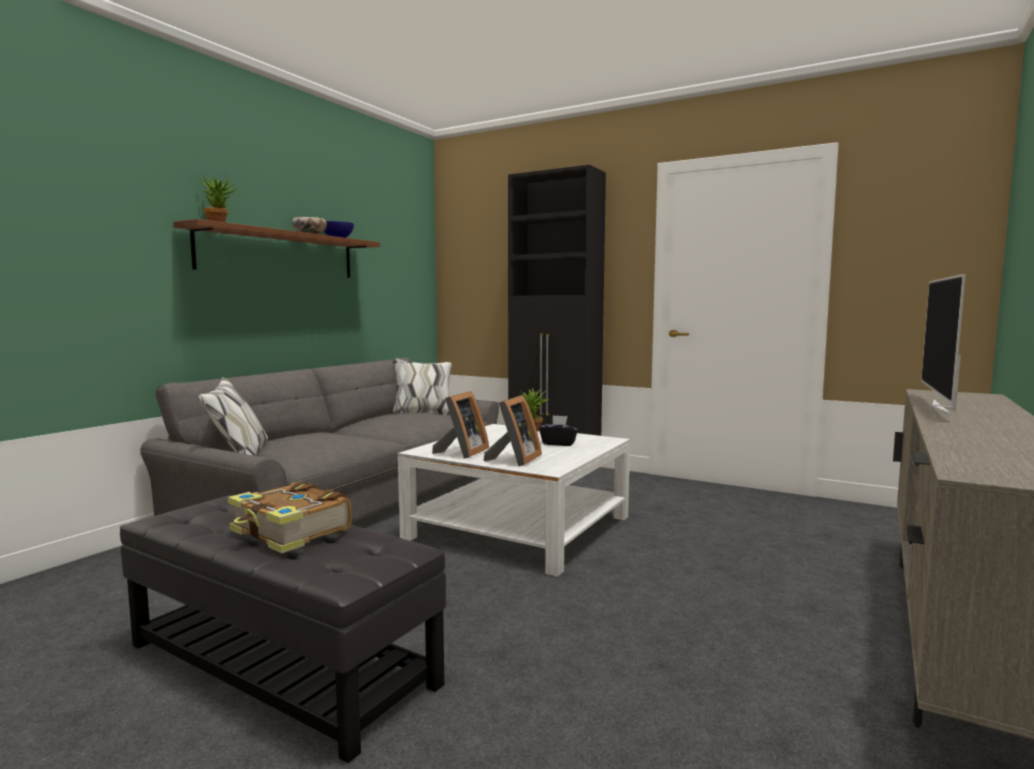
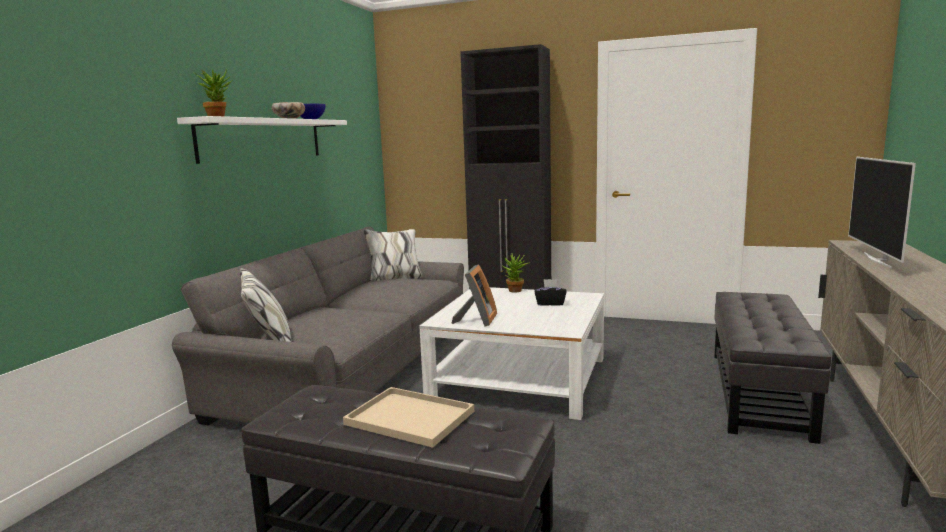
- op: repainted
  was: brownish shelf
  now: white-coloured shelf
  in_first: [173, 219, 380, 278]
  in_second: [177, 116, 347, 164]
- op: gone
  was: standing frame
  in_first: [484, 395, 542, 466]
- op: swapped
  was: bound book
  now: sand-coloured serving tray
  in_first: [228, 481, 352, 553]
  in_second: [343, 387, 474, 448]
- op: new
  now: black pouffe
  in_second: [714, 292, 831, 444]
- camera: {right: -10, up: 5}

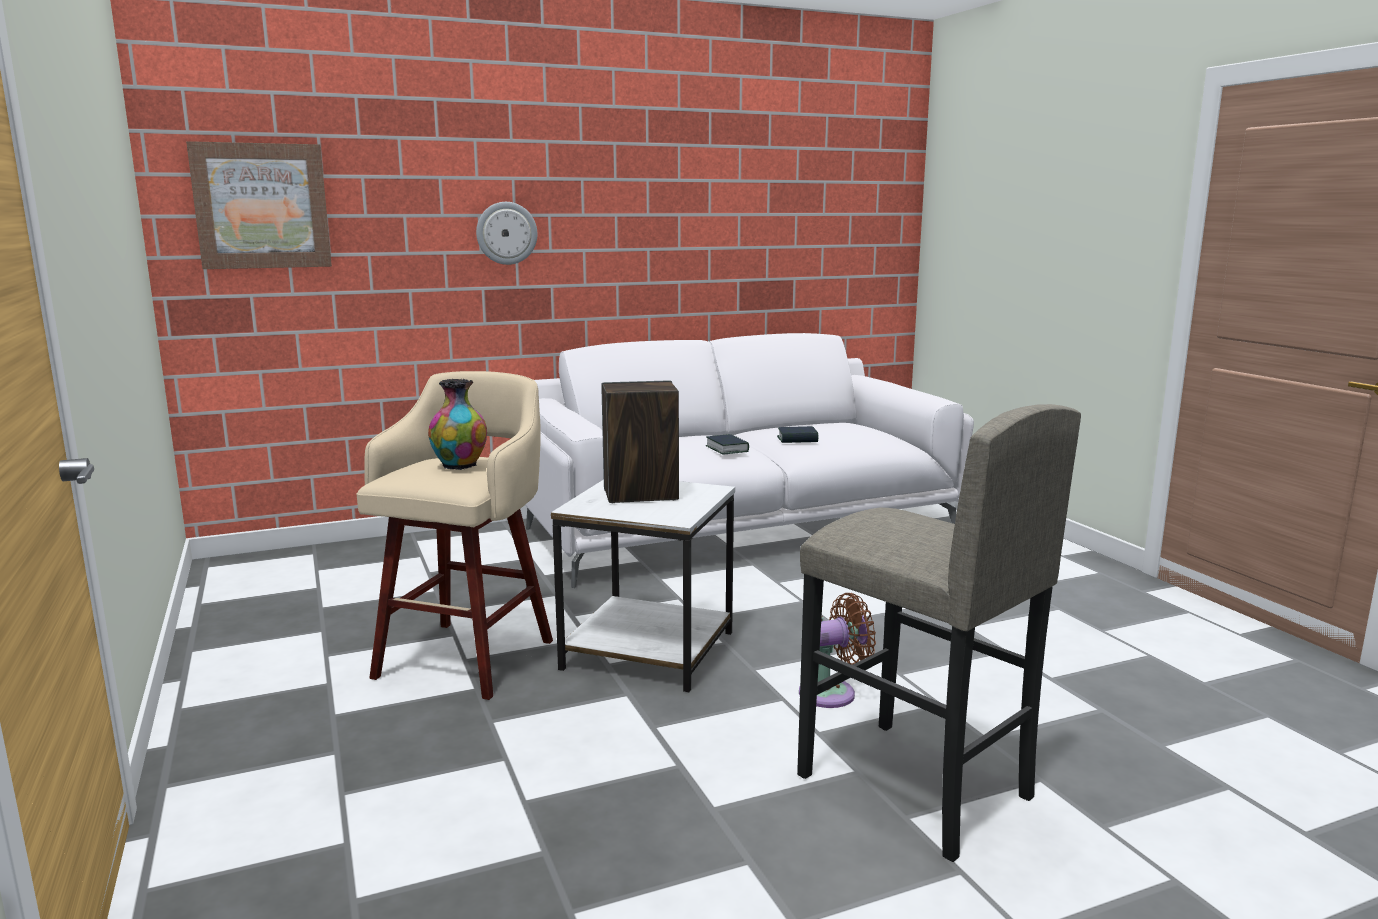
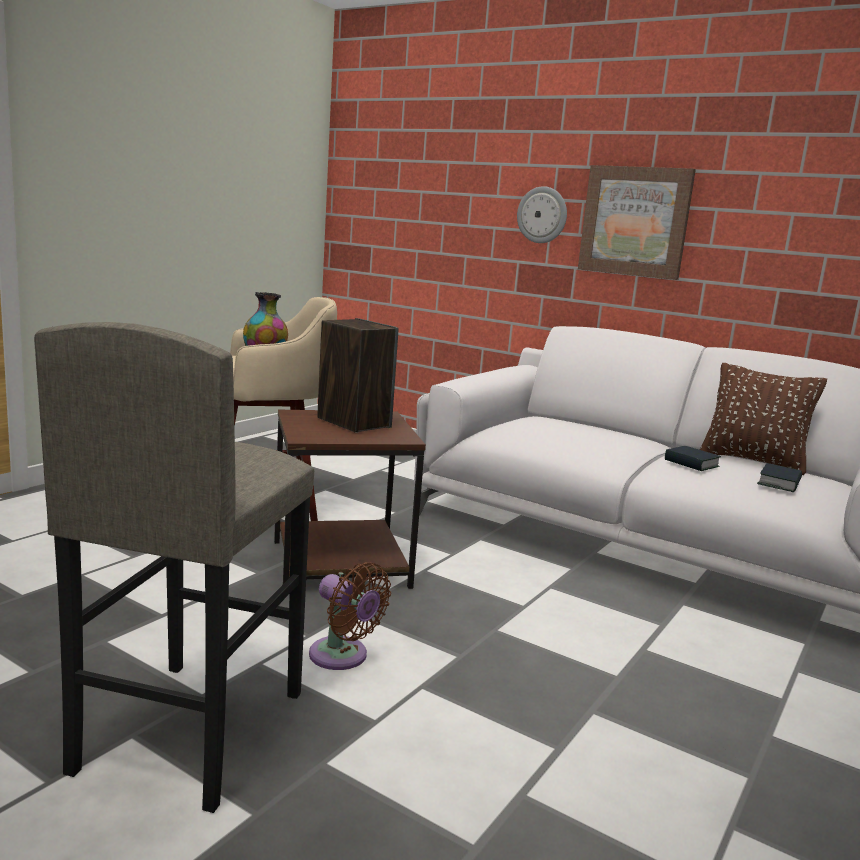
- op: shifted
  was: picture
  in_first: [186, 141, 332, 269]
  in_second: [578, 165, 696, 280]
- op: shifted
  was: bound book
  in_first: [706, 434, 749, 454]
  in_second: [757, 463, 802, 492]
- op: repainted
  was: white-coloured end table
  now: brownish end table
  in_first: [551, 480, 735, 692]
  in_second: [274, 410, 426, 589]
- op: new
  now: brownish throw pillow
  in_second: [700, 363, 827, 475]
- camera: {right: 55, up: 0}

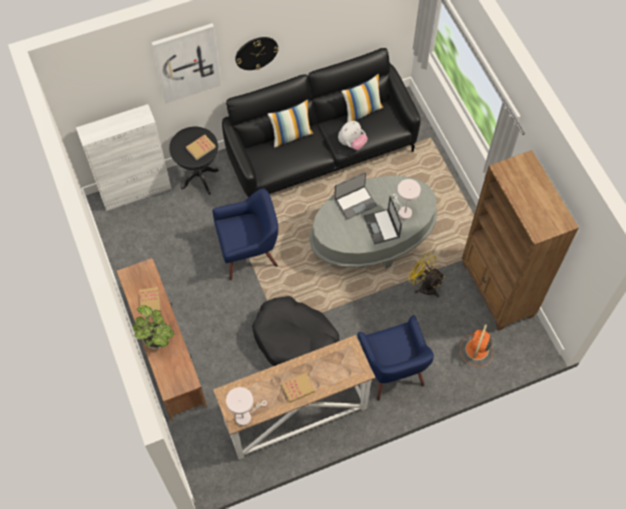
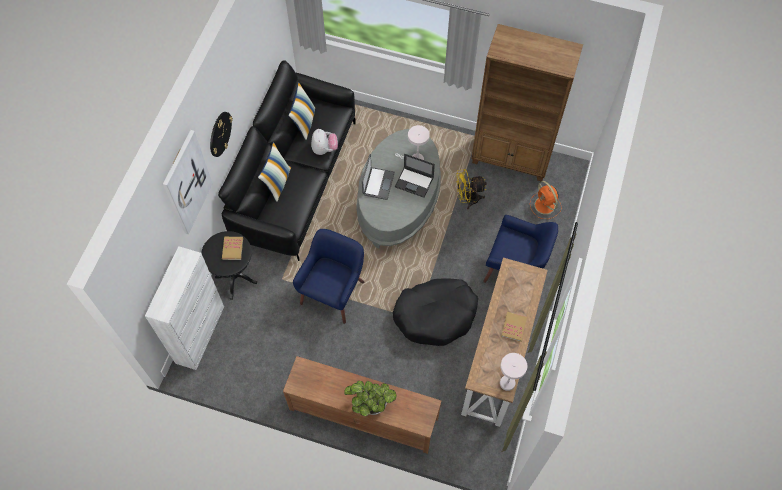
- op: gone
  was: bound book
  in_first: [139, 287, 161, 311]
- camera: {right: -50, up: 0}

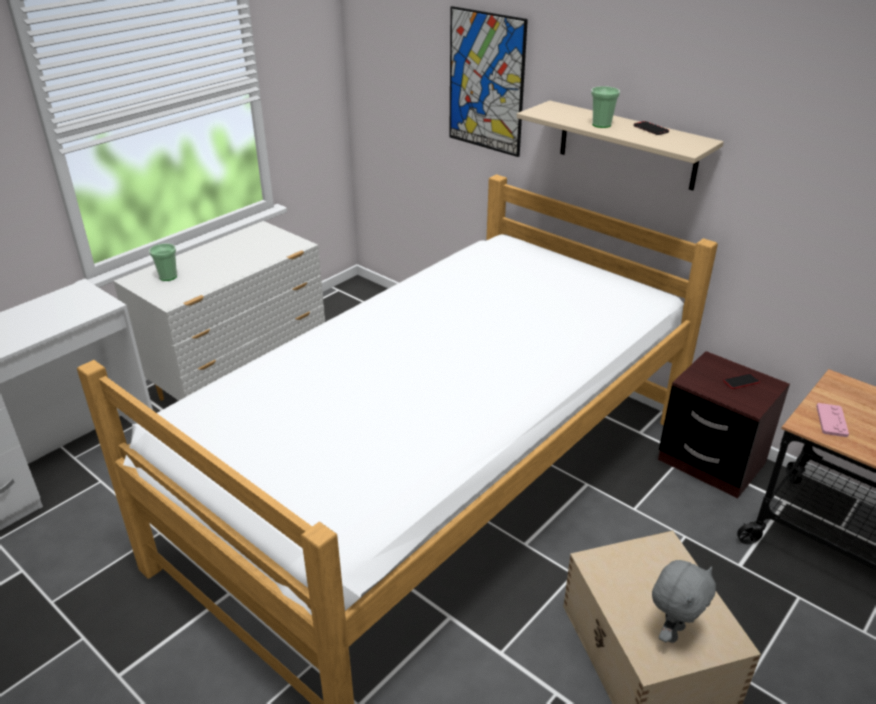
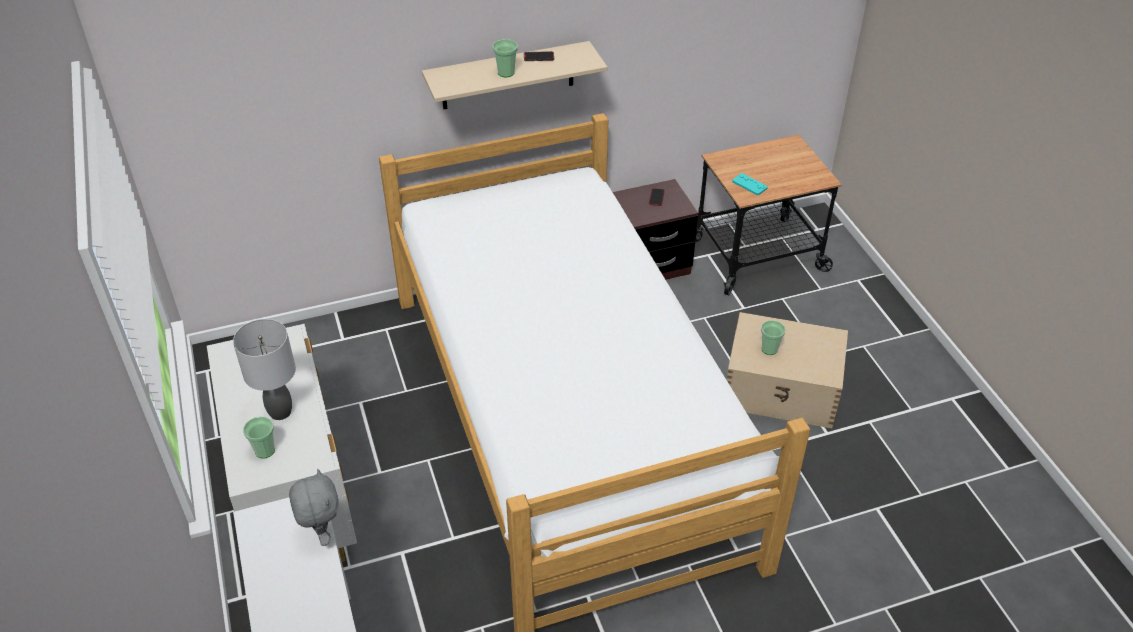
- op: gone
  was: picture
  in_first: [449, 6, 528, 157]
- op: repainted
  was: pink gamepad
  now: turquoise-coloured gamepad
  in_first: [816, 403, 849, 437]
  in_second: [732, 173, 768, 195]
- op: shifted
  was: grey cuddly toy
  in_first: [652, 560, 716, 643]
  in_second: [289, 469, 339, 546]
- op: new
  now: grey lamp for a table
  in_second: [233, 319, 296, 420]
- op: new
  now: small cup
  in_second: [761, 320, 786, 355]
- camera: {right: -60, up: 10}

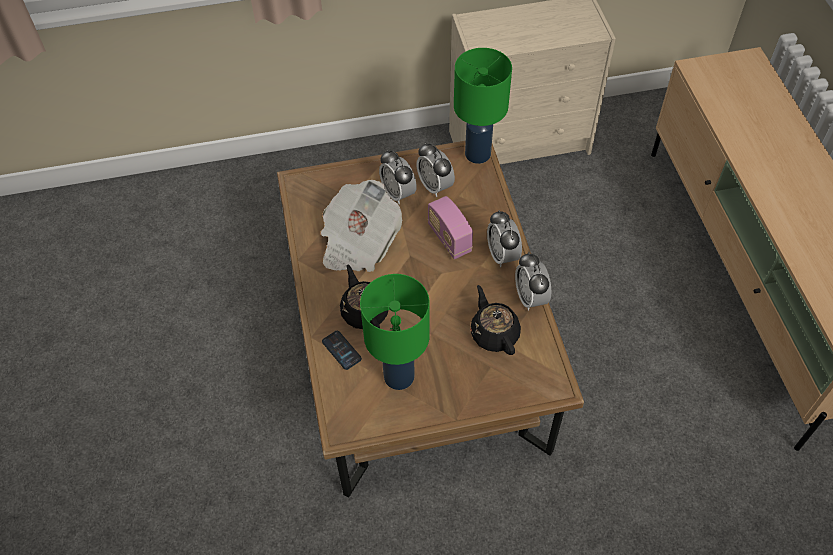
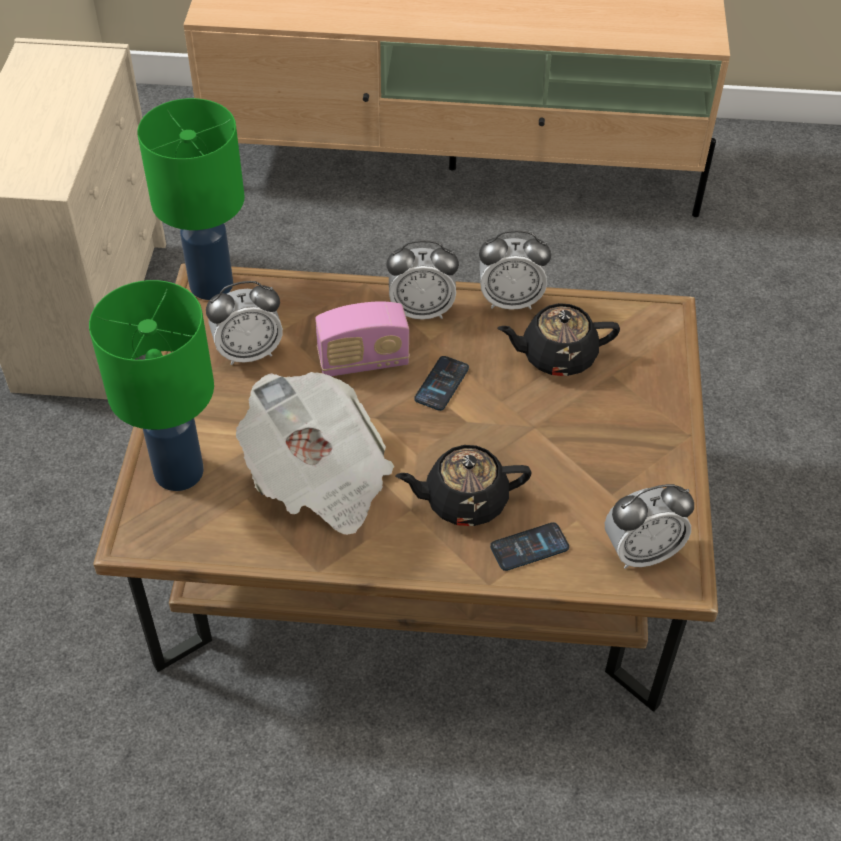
- op: shifted
  was: alarm clock
  in_first: [379, 150, 417, 204]
  in_second: [605, 484, 694, 569]
- op: shifted
  was: green lamp for a table
  in_first: [360, 274, 430, 390]
  in_second: [89, 280, 214, 491]
- op: new
  now: handset
  in_second: [414, 356, 469, 411]
- camera: {right: -75, up: -5}

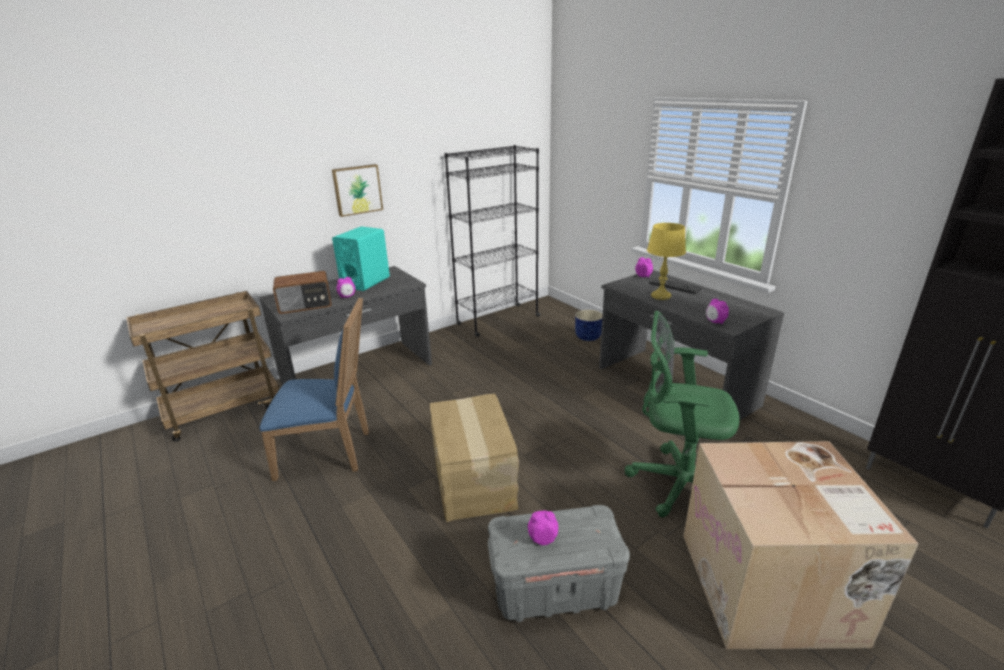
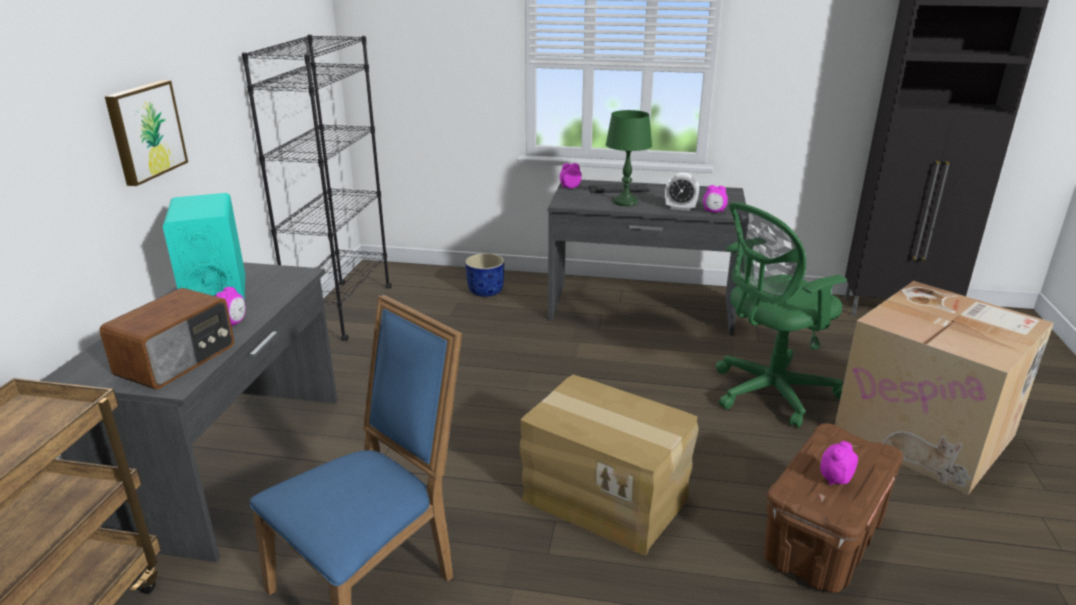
- op: repainted
  was: yellow-coloured lamp for a table
  now: green lamp for a table
  in_first: [647, 223, 686, 300]
  in_second: [606, 110, 652, 206]
- op: repainted
  was: grey storage container
  now: brownish storage container
  in_first: [488, 505, 630, 622]
  in_second: [764, 423, 903, 593]
- op: new
  now: alarm clock
  in_second: [665, 173, 699, 211]
- camera: {right: -45, up: 0}

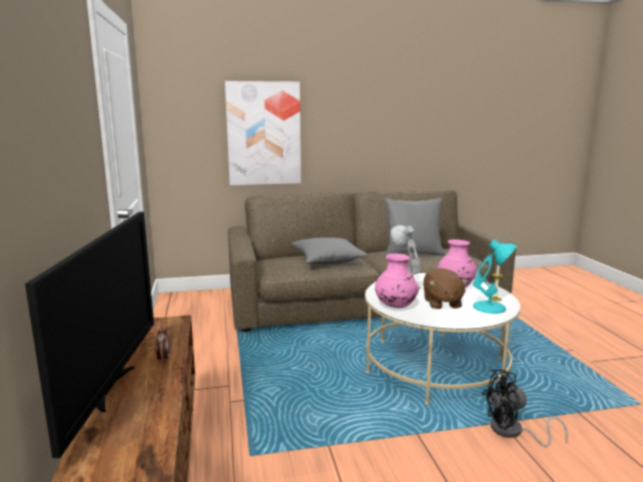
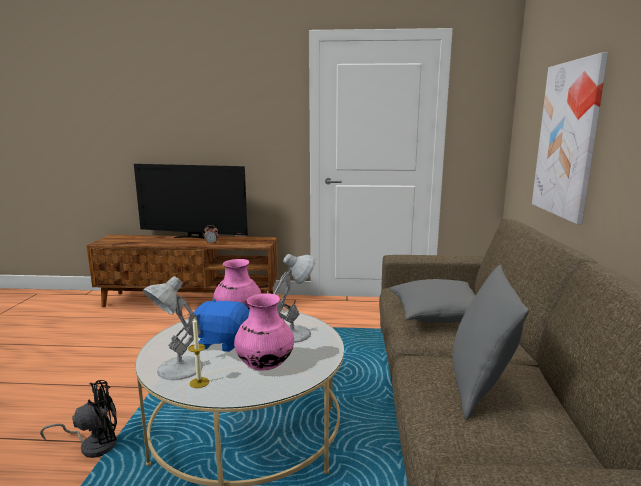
- op: repainted
  was: turquoise-coloured lamp for a table
  now: white-coloured lamp for a table
  in_first: [473, 240, 517, 314]
  in_second: [142, 276, 203, 380]
- op: repainted
  was: brownish cuddly toy
  now: blue cuddly toy
  in_first: [423, 268, 468, 309]
  in_second: [194, 298, 249, 352]
- op: rotated
  was: black electric fan
  in_first: [482, 369, 568, 447]
  in_second: [40, 380, 117, 458]
  clockwise: 60
- camera: {right: 105, up: 0}

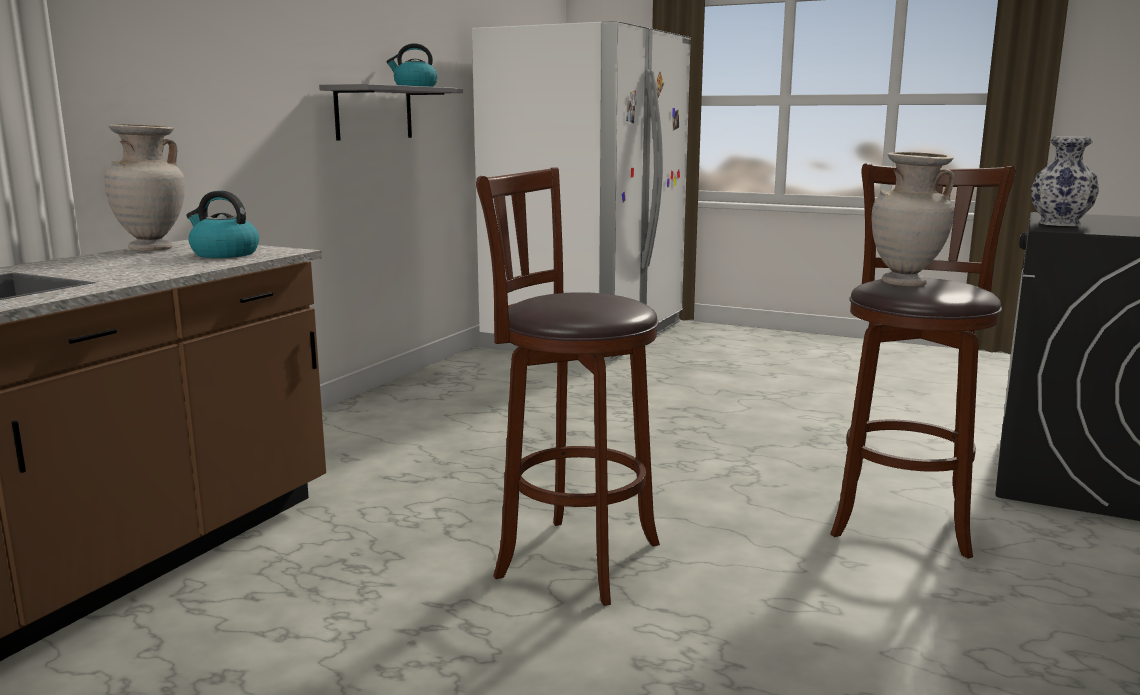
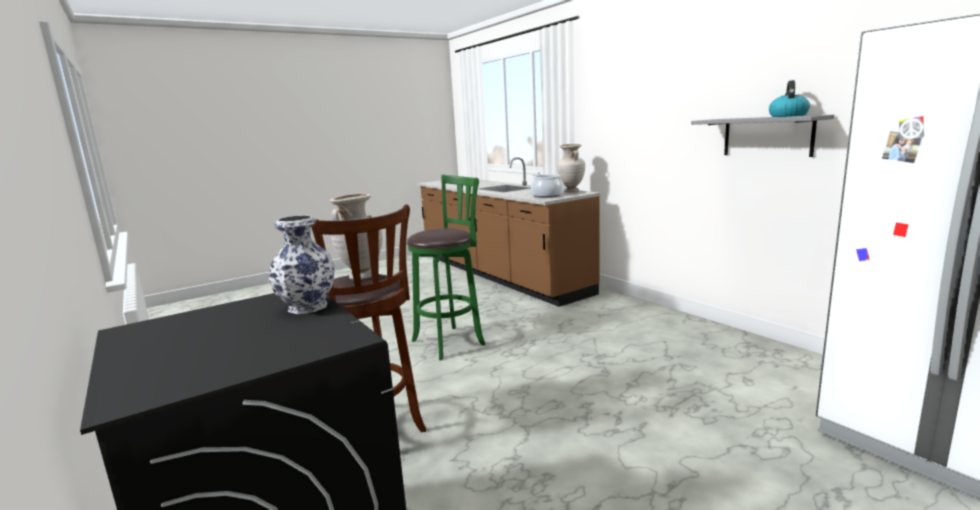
- op: repainted
  was: brownish stool seat
  now: green stool seat
  in_first: [476, 168, 660, 606]
  in_second: [407, 175, 485, 360]
- op: swapped
  was: tea kettle
  now: cooking pot
  in_first: [186, 191, 259, 258]
  in_second: [531, 174, 563, 198]
- camera: {right: 120, up: 0}

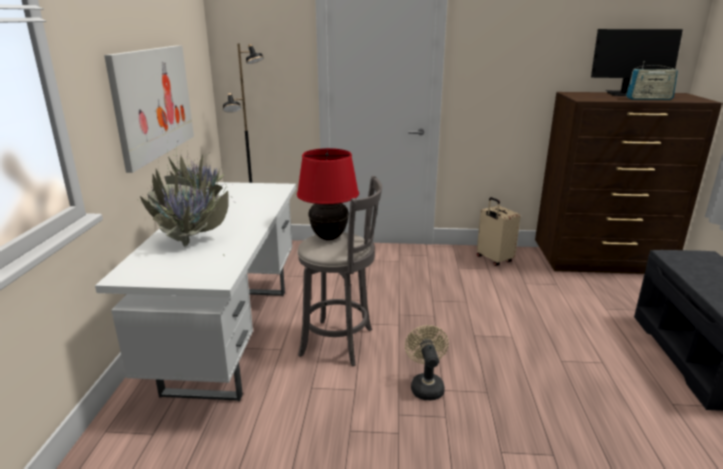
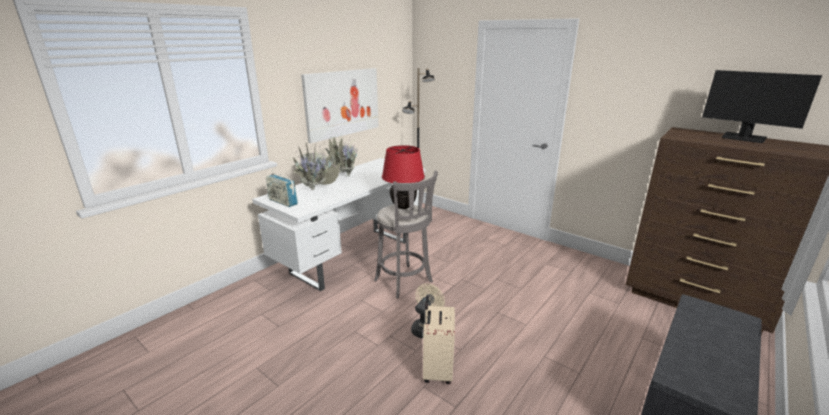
- op: shifted
  was: radio receiver
  in_first: [626, 62, 678, 100]
  in_second: [266, 170, 298, 207]
- op: shifted
  was: sand-coloured suitcase
  in_first: [477, 197, 521, 266]
  in_second: [423, 296, 455, 384]
- camera: {right: 35, up: 0}

